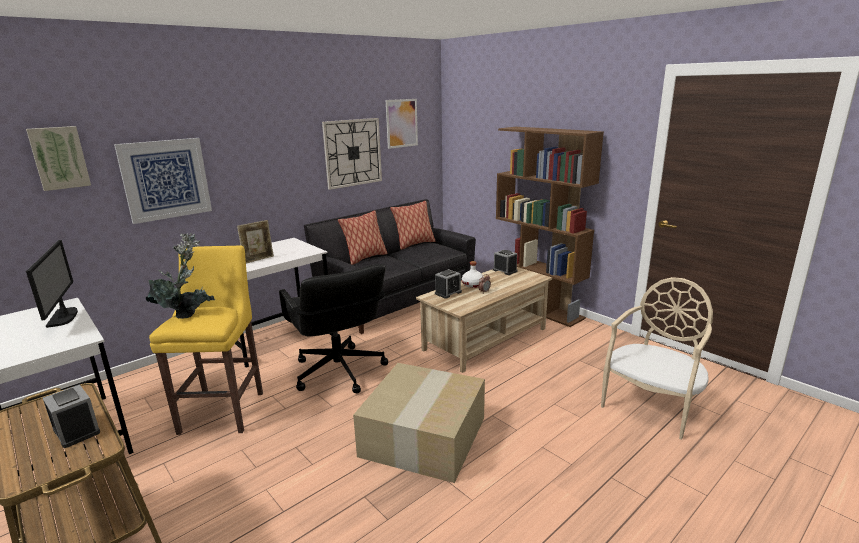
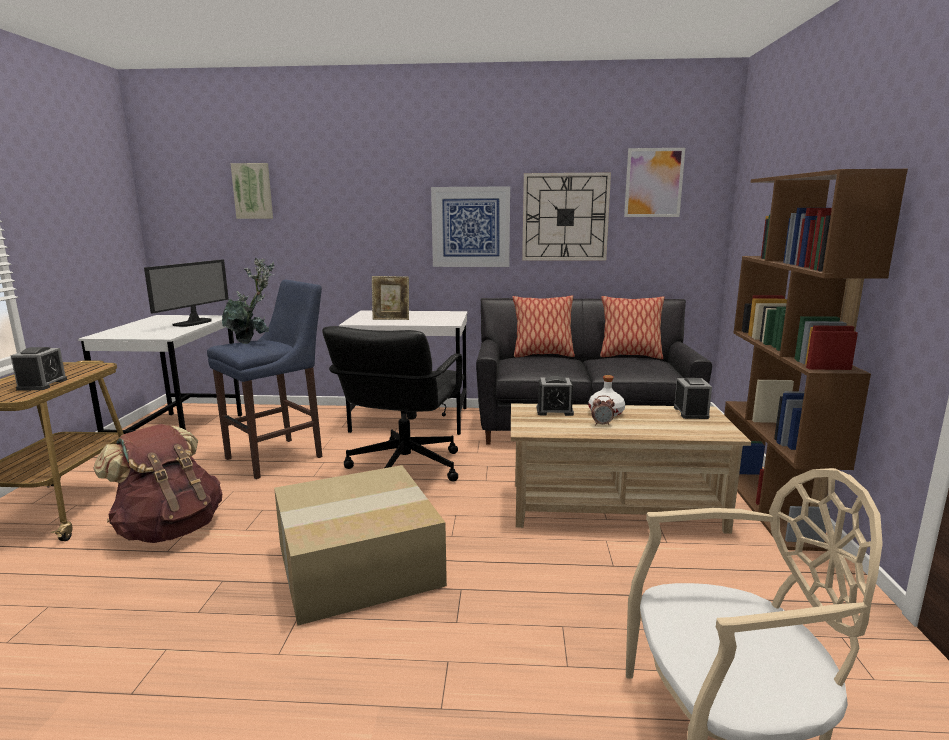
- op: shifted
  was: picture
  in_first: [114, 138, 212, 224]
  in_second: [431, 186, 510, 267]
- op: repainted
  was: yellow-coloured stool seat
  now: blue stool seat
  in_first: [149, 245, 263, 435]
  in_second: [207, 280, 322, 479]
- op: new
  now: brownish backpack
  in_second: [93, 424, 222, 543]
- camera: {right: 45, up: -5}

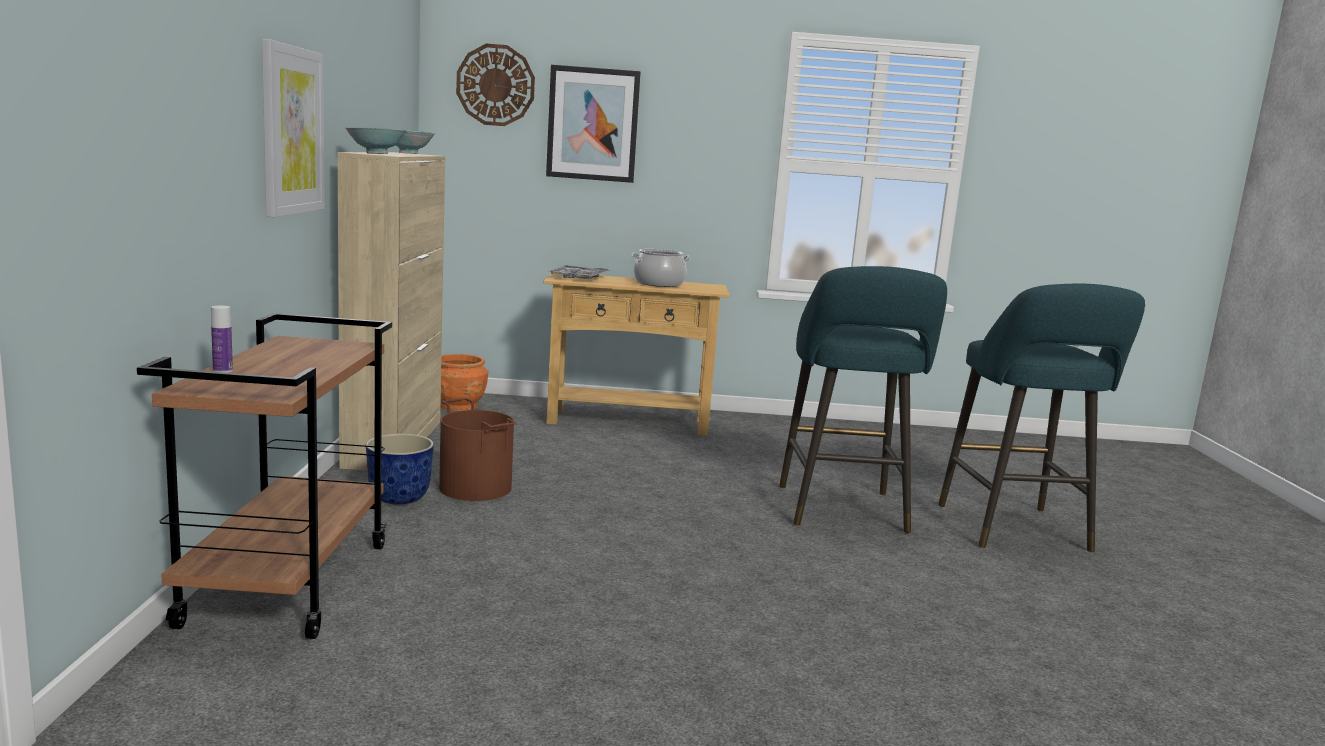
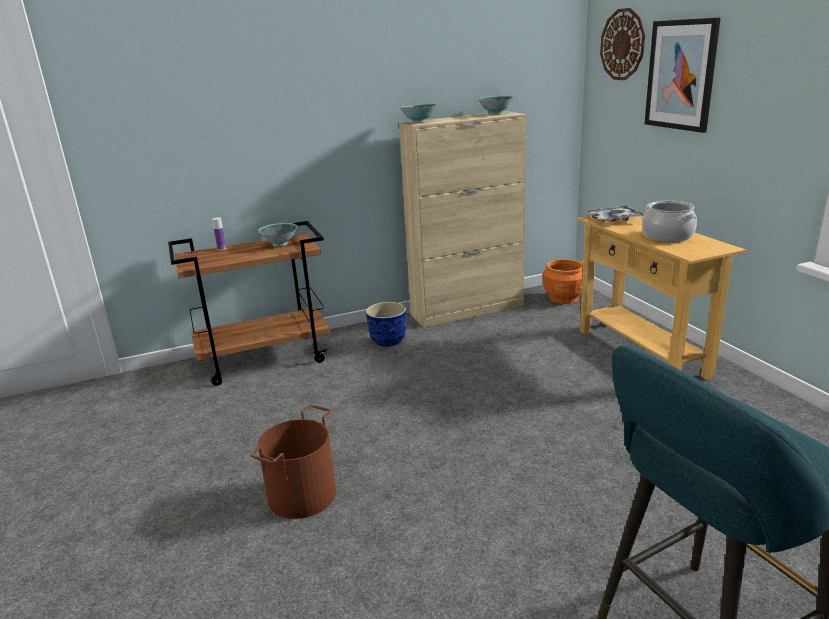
- op: gone
  was: picture
  in_first: [262, 39, 325, 217]
- op: gone
  was: turquoise-coloured stool seat
  in_first: [779, 266, 947, 533]
- op: shifted
  was: brownish water bucket
  in_first: [439, 398, 516, 501]
  in_second: [250, 405, 336, 519]
- op: new
  now: serving bowl
  in_second: [258, 223, 298, 247]
- camera: {right: 70, up: 10}

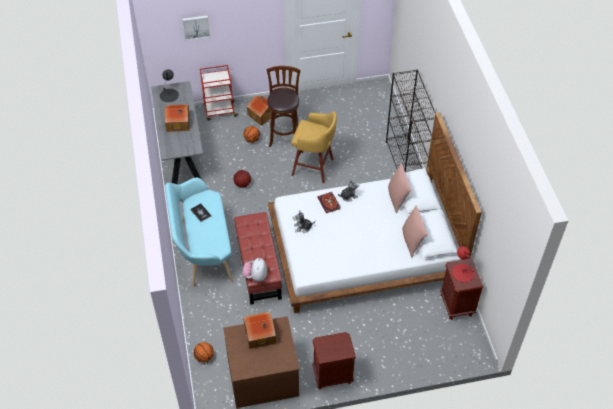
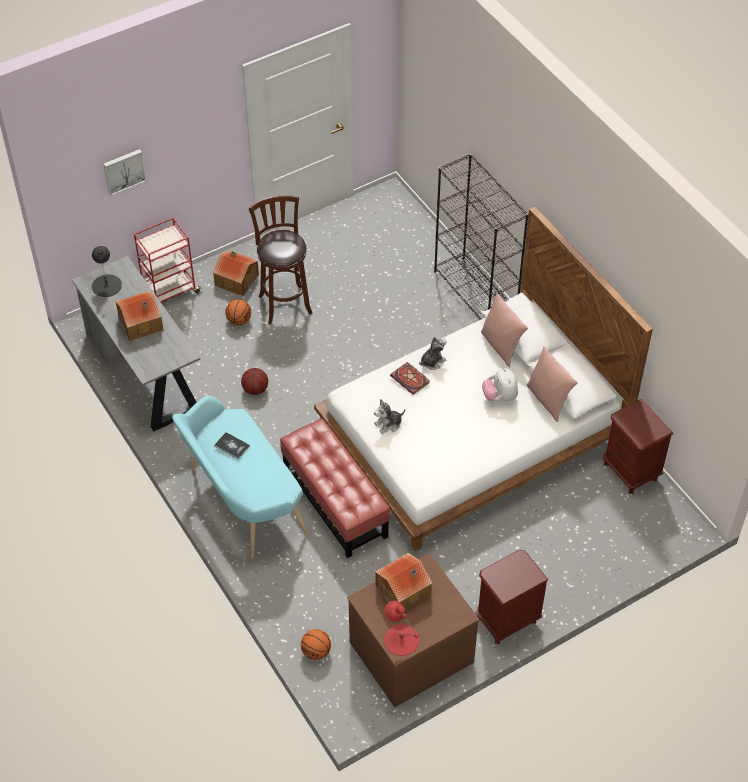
- op: gone
  was: yellow-coloured stool seat
  in_first: [291, 111, 337, 183]
- op: shifted
  was: reddish lamp for a table
  in_first: [452, 246, 474, 283]
  in_second: [384, 601, 419, 656]
- op: shifted
  was: cuddly toy
  in_first: [243, 258, 267, 282]
  in_second: [482, 368, 518, 402]
- camera: {right: -20, up: 0}

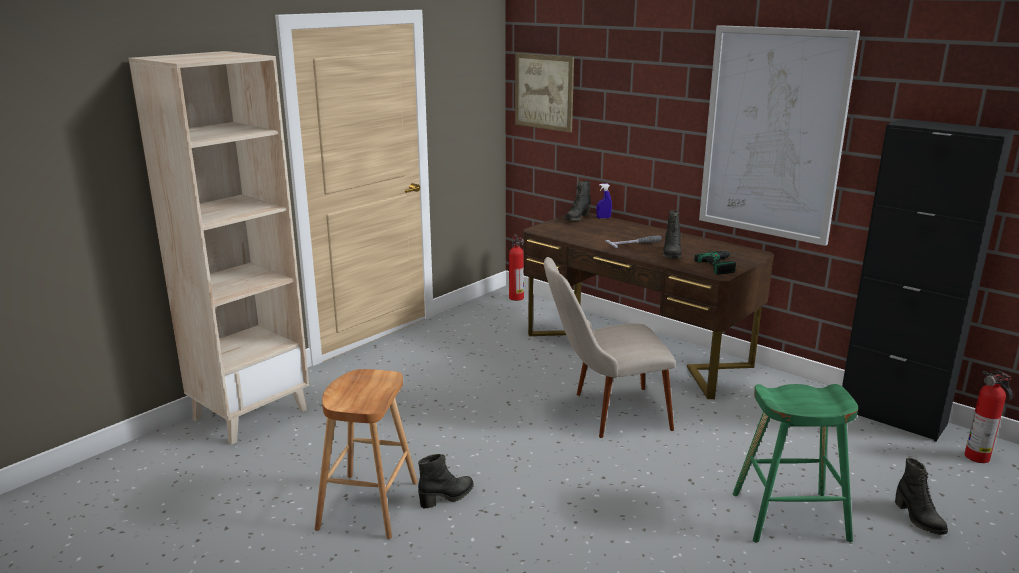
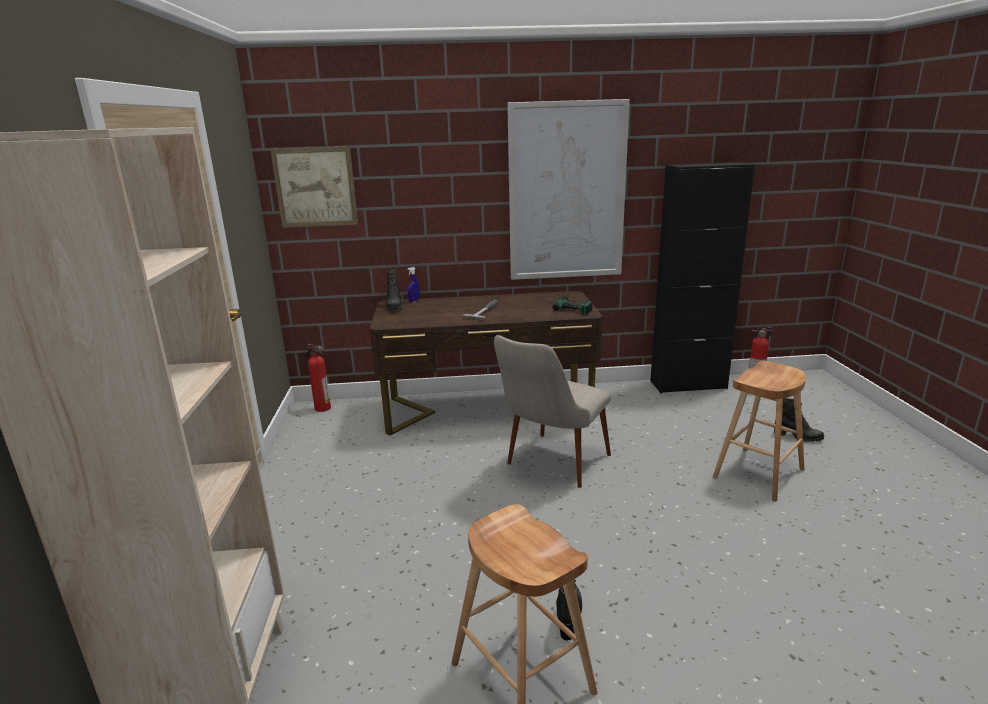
- op: gone
  was: black tall boot
  in_first: [663, 210, 681, 259]
- op: repainted
  was: green stool seat
  now: brownish stool seat
  in_first: [733, 384, 858, 542]
  in_second: [713, 361, 806, 502]
- camera: {right: -45, up: 0}

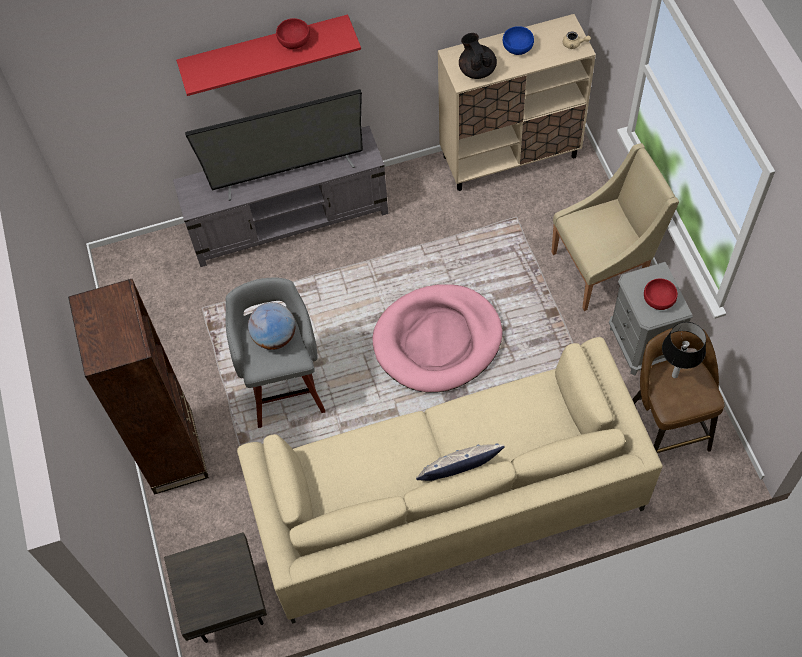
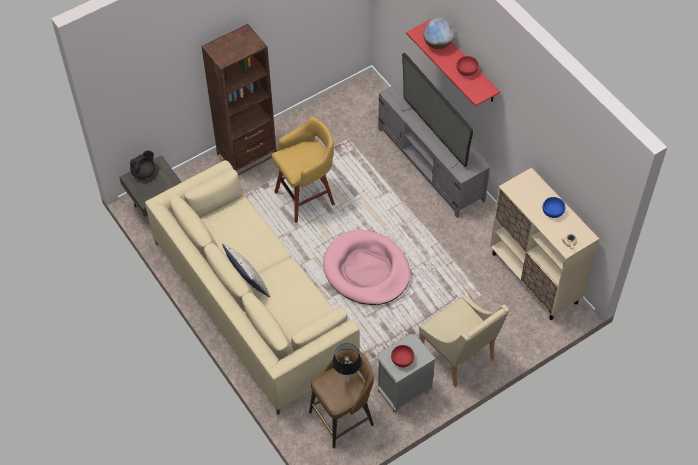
- op: shifted
  was: black teapot
  in_first: [459, 33, 497, 79]
  in_second: [130, 151, 155, 179]
- op: repainted
  was: grey stool seat
  now: yellow-coloured stool seat
  in_first: [226, 277, 325, 428]
  in_second: [272, 117, 335, 223]
- op: shifted
  was: desk globe
  in_first: [248, 302, 296, 350]
  in_second: [423, 18, 454, 49]
- camera: {right: 70, up: -5}

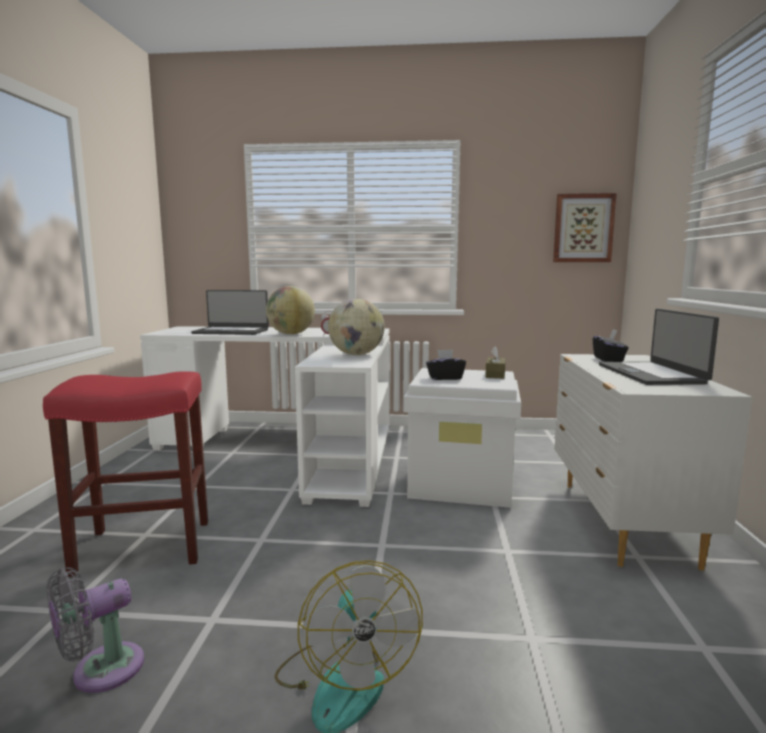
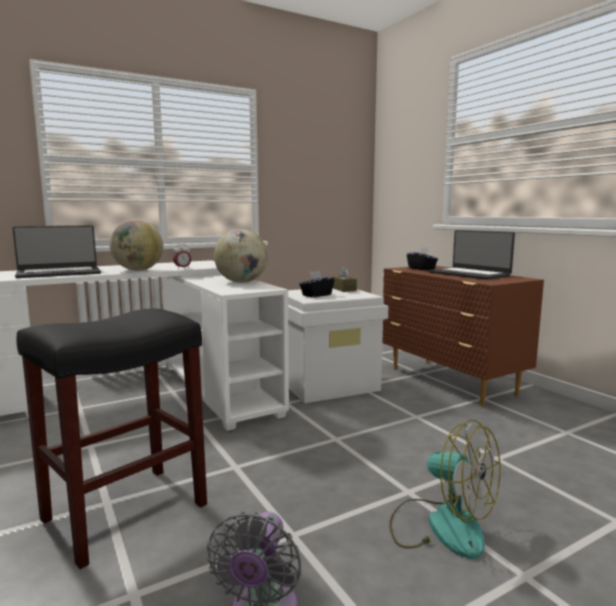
- op: gone
  was: picture
  in_first: [553, 193, 617, 262]
- op: repainted
  was: white-coloured dresser
  now: brownish dresser
  in_first: [554, 354, 752, 571]
  in_second: [382, 266, 544, 406]
- op: repainted
  was: reddish stool seat
  now: black stool seat
  in_first: [43, 371, 208, 577]
  in_second: [16, 308, 207, 569]
- camera: {right: -35, up: 0}

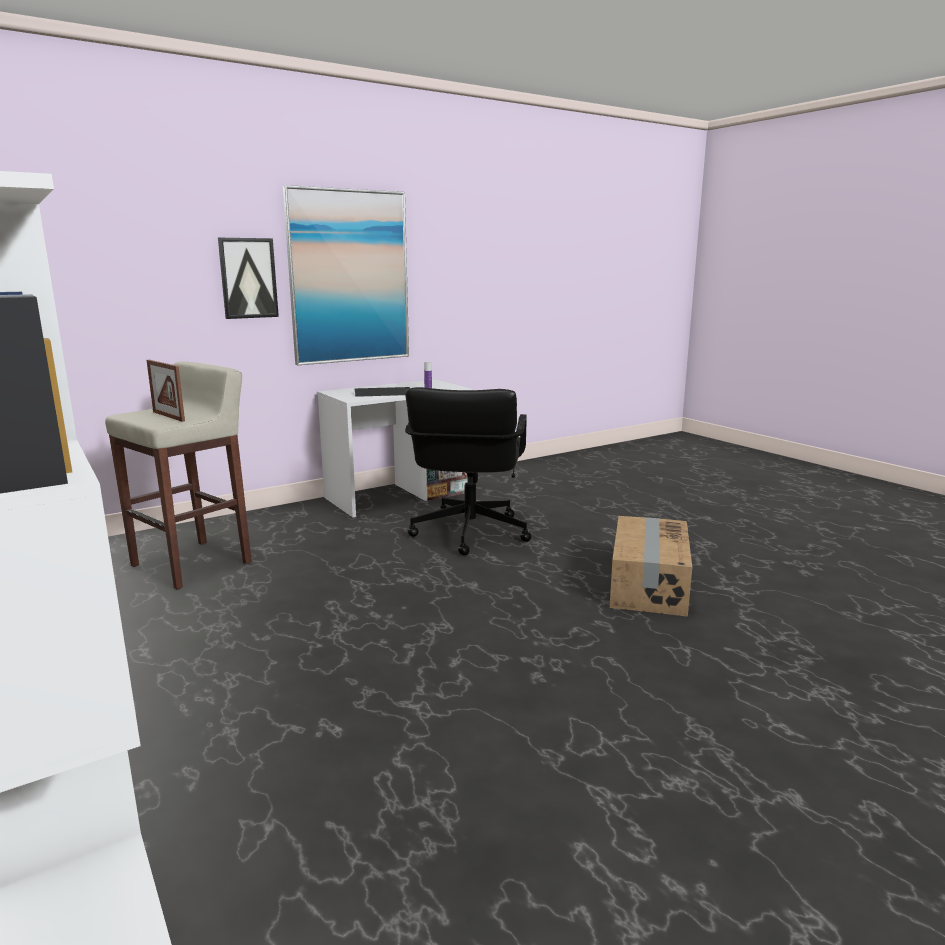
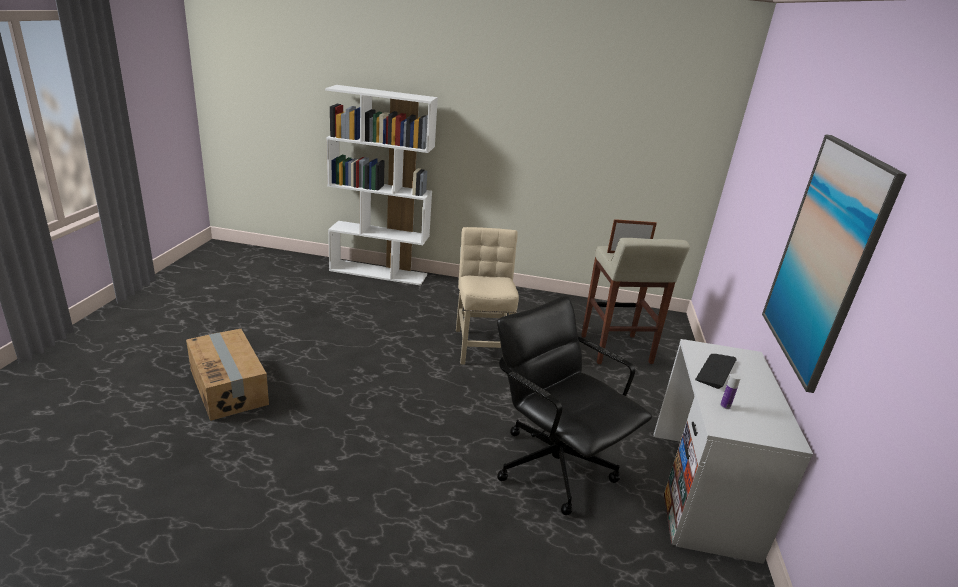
- op: gone
  was: picture
  in_first: [218, 238, 279, 319]
- op: shifted
  was: packing box
  in_first: [610, 516, 692, 617]
  in_second: [186, 329, 269, 421]
- op: new
  now: sand-coloured plain chair
  in_second: [456, 227, 519, 365]
- camera: {right: 130, up: 10}

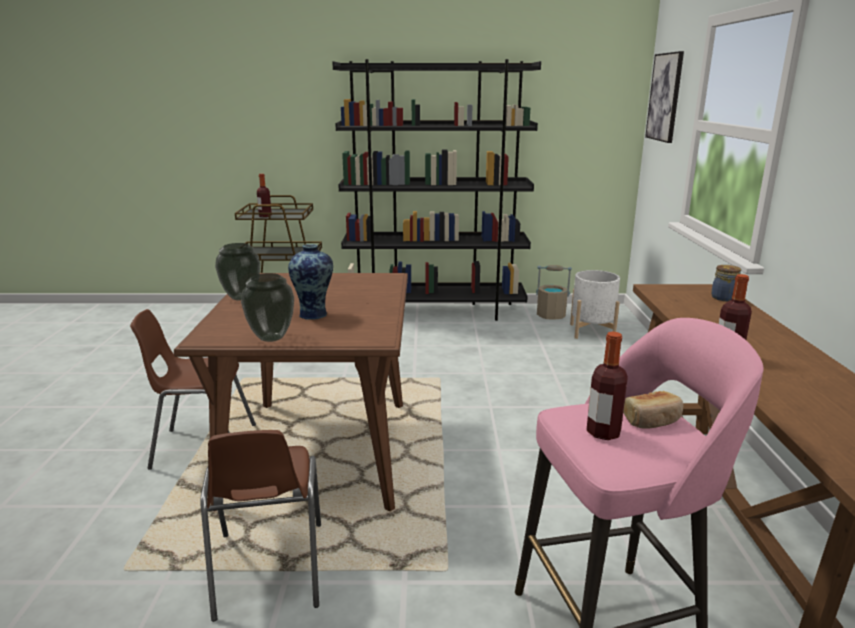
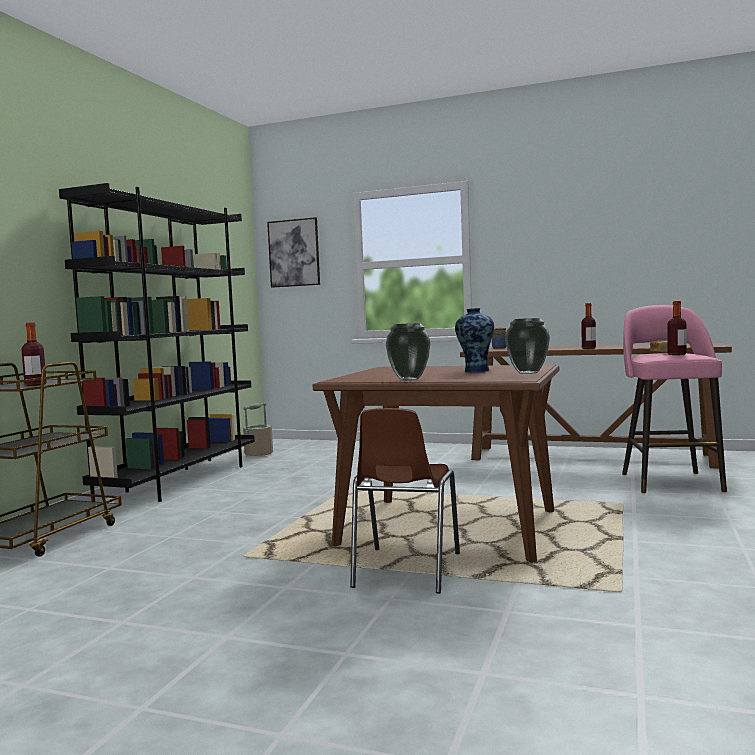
- op: gone
  was: white-coloured planter
  in_first: [570, 270, 620, 339]
- op: gone
  was: brownish plain chair
  in_first: [200, 430, 321, 622]
- camera: {right: -70, up: -15}

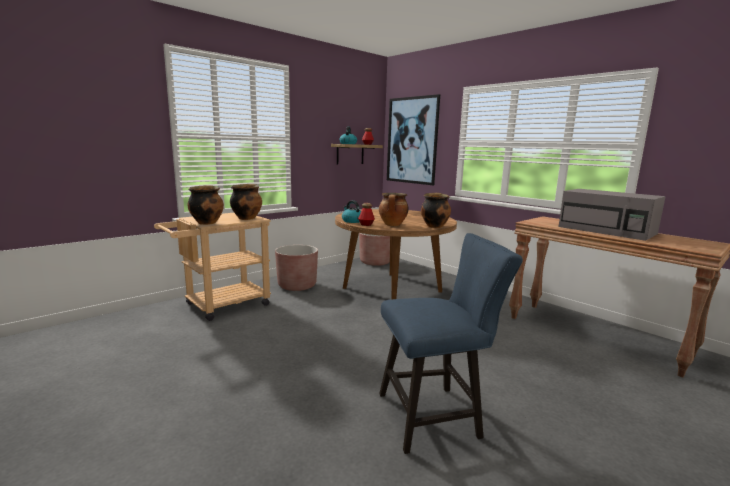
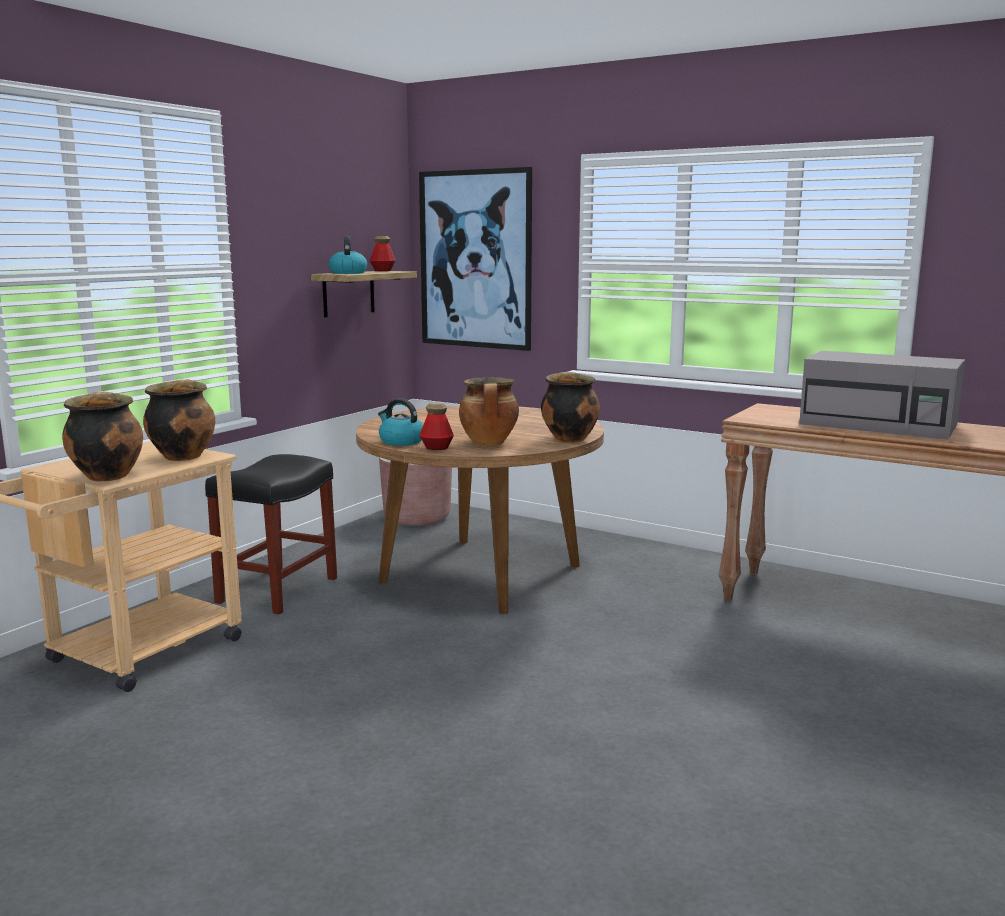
- op: gone
  was: blue plain chair
  in_first: [379, 233, 523, 454]
- op: swapped
  was: brownish planter
  now: black stool seat
  in_first: [275, 245, 318, 291]
  in_second: [205, 454, 337, 614]
- camera: {right: -15, up: 0}

